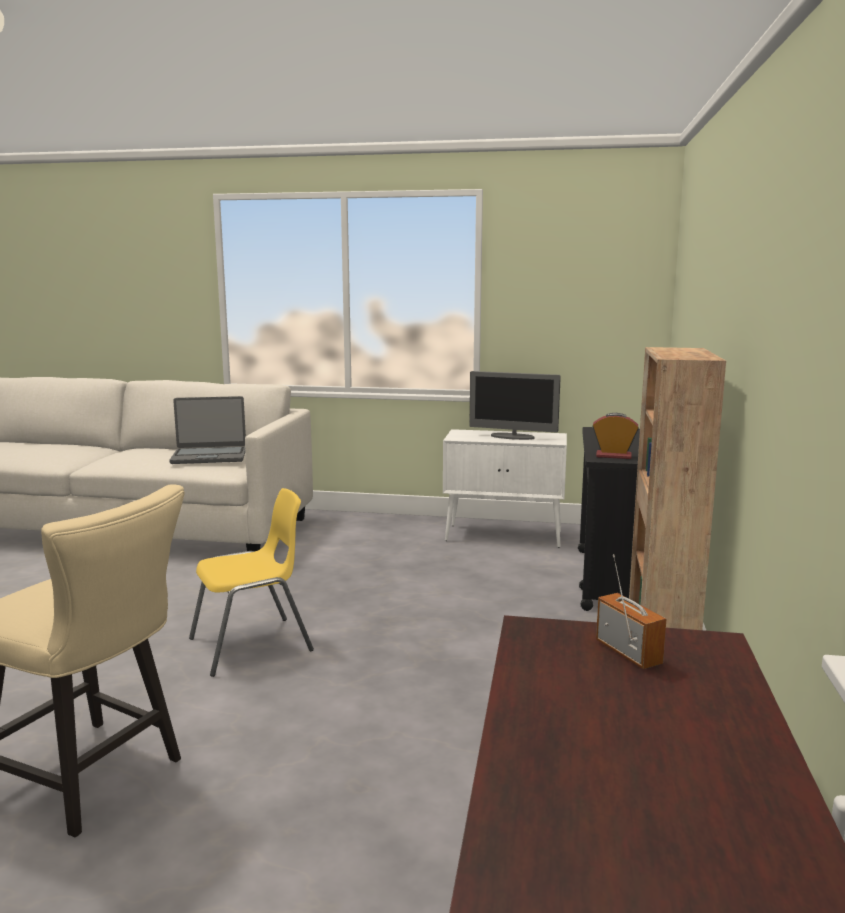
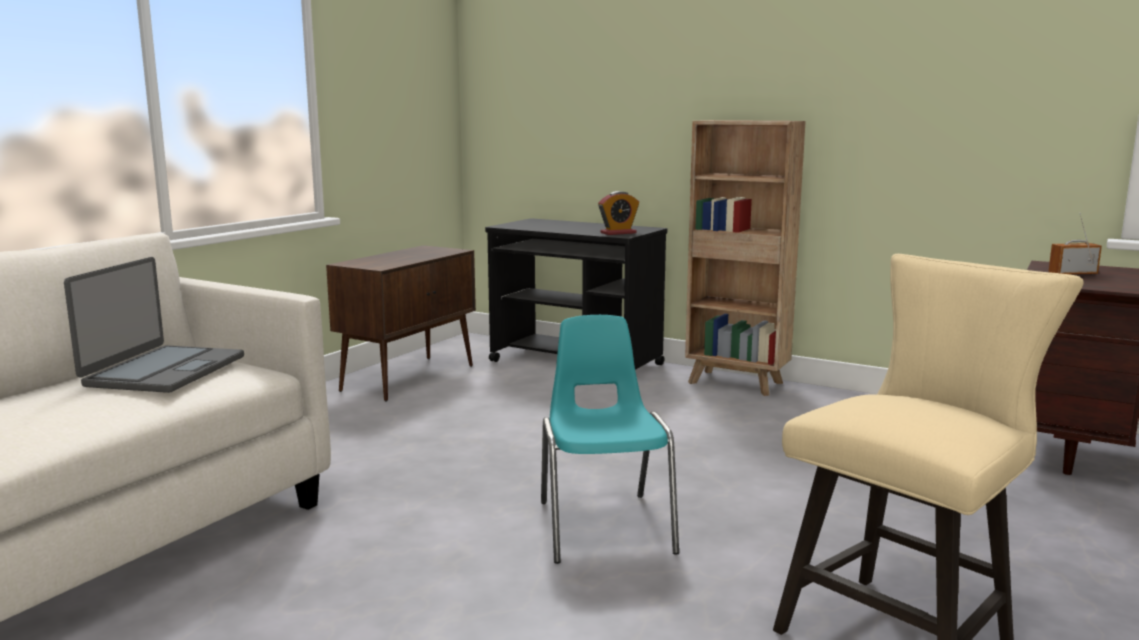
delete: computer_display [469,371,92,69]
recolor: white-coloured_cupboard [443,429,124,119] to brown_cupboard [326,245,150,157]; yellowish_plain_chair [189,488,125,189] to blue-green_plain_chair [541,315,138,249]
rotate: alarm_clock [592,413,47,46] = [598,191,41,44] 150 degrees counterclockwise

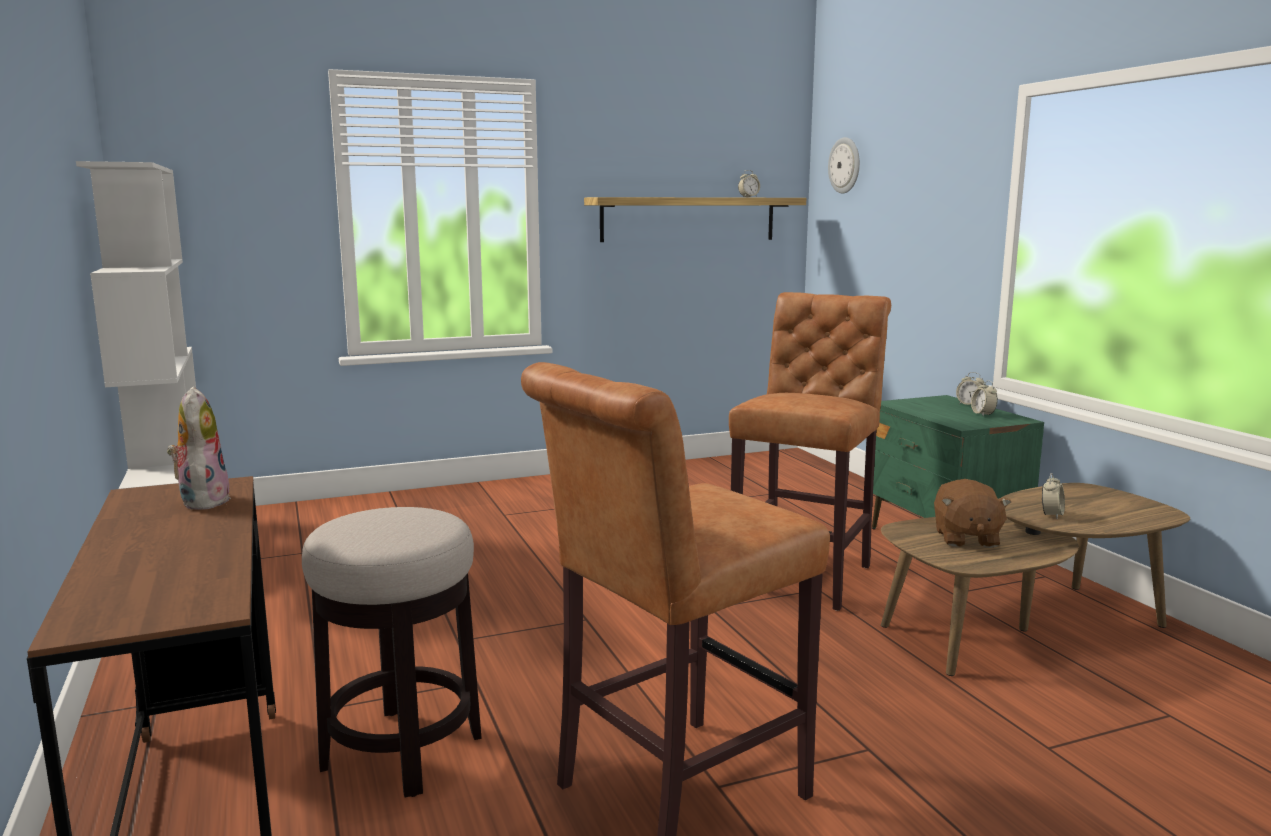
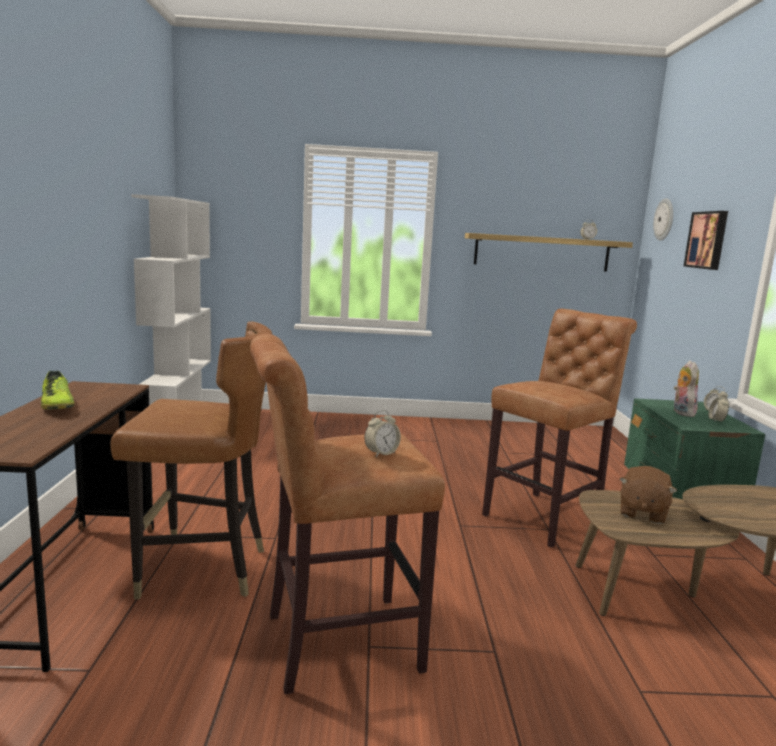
insert: wall_art [684,211,44,59]; low_shoe [41,371,33,38]
move: cuddly_toy [167,387,64,123] to [674,360,25,57]; alarm_clock [1042,473,23,46] to [365,410,36,47]
replace: sitting_stool [302,507,180,291] to brown_plain_chair [110,322,162,277]

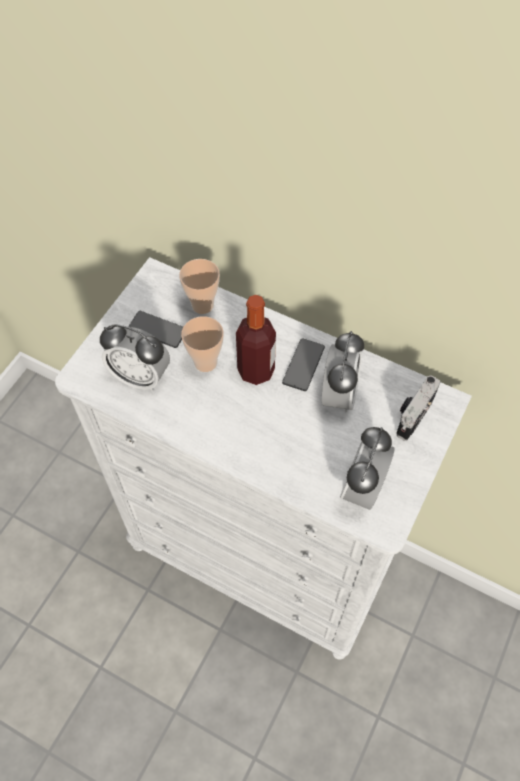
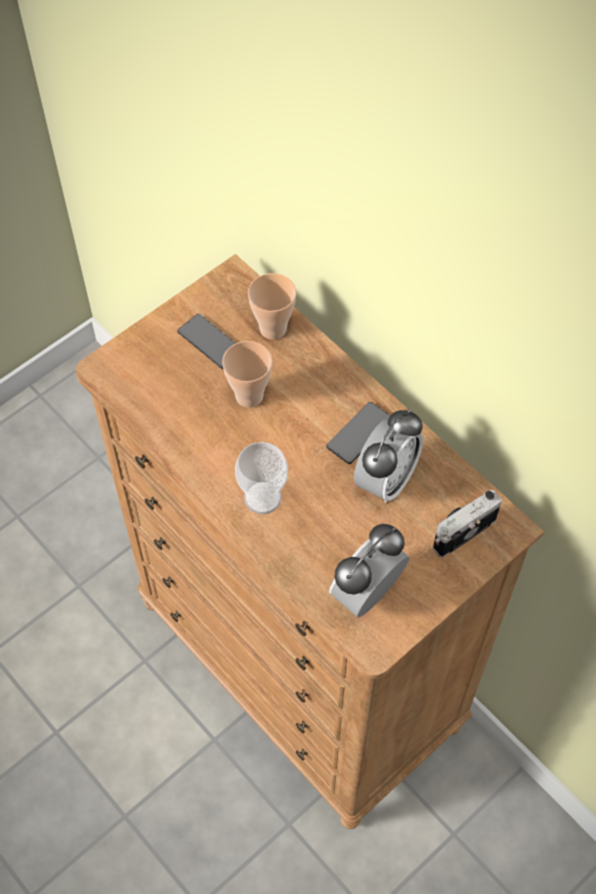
delete: bottle [236,295,40,90]; alarm_clock [100,324,70,67]
insert: small_cup [235,442,53,72]
recolor: white-coloured_chest_of_drawers [55,257,417,403] to brown_chest_of_drawers [76,254,468,575]

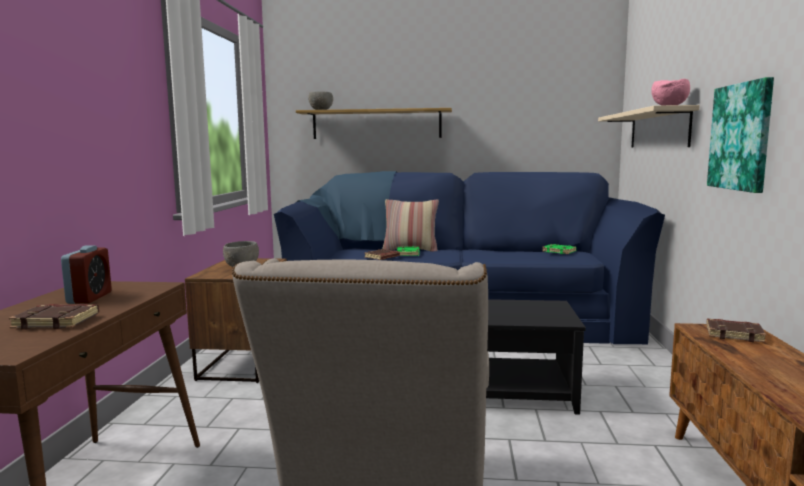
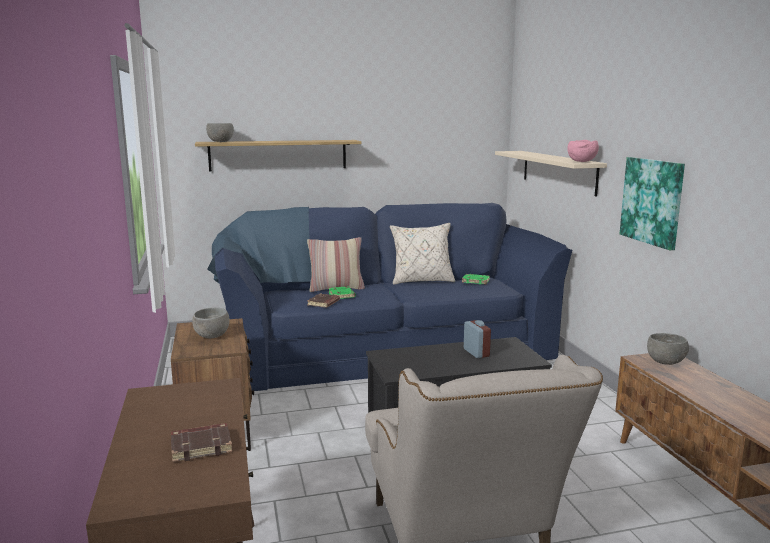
insert: beige-coloured_cushion [390,223,65,62]
move: alarm_clock [61,245,51,59] to [464,320,27,38]
replace: brown_bound_book [706,319,60,23] to gray_serving_bowl [647,333,42,32]

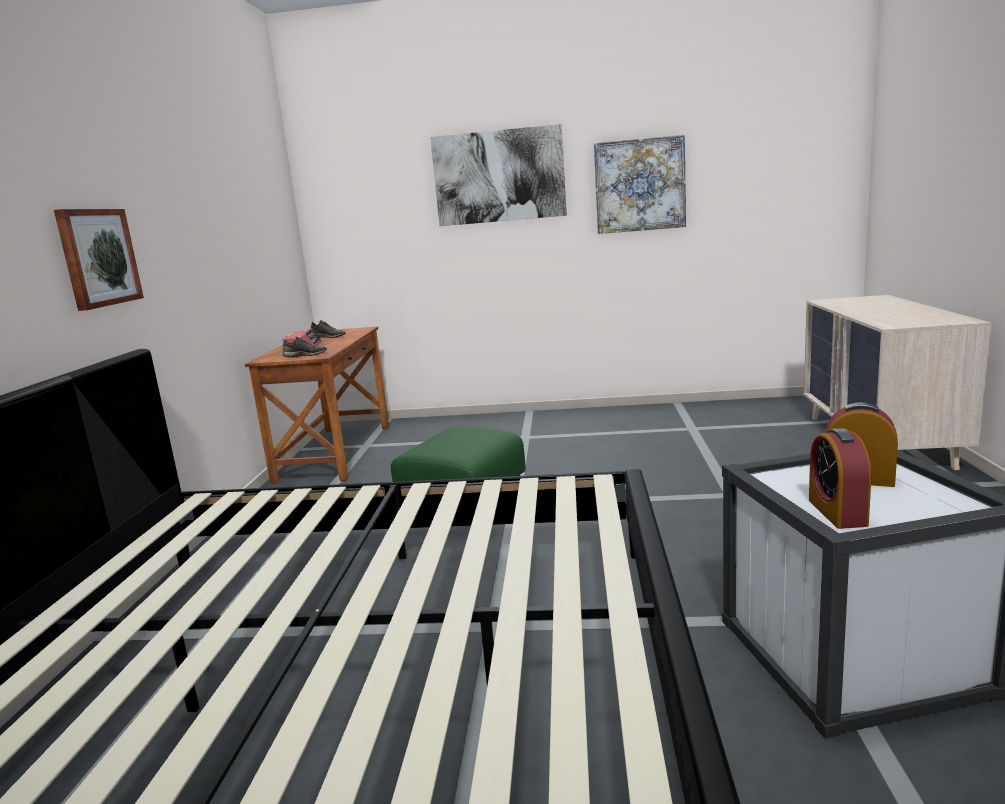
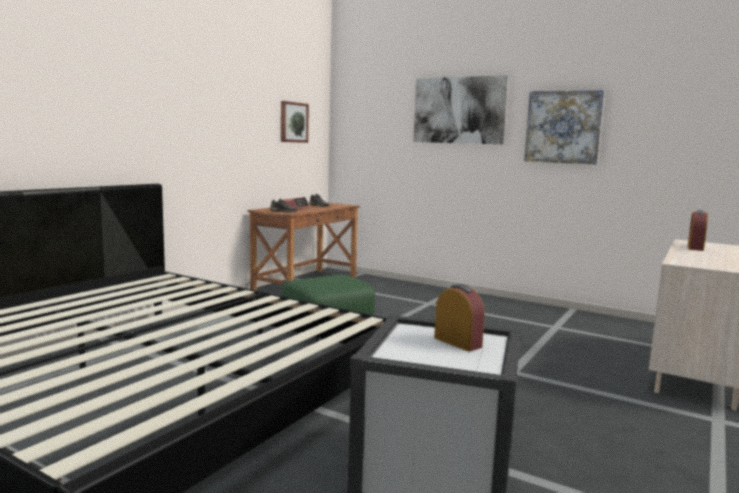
move: wall_art [54,209,90,102] to [281,101,28,42]; alarm_clock [809,428,62,101] to [688,210,20,41]

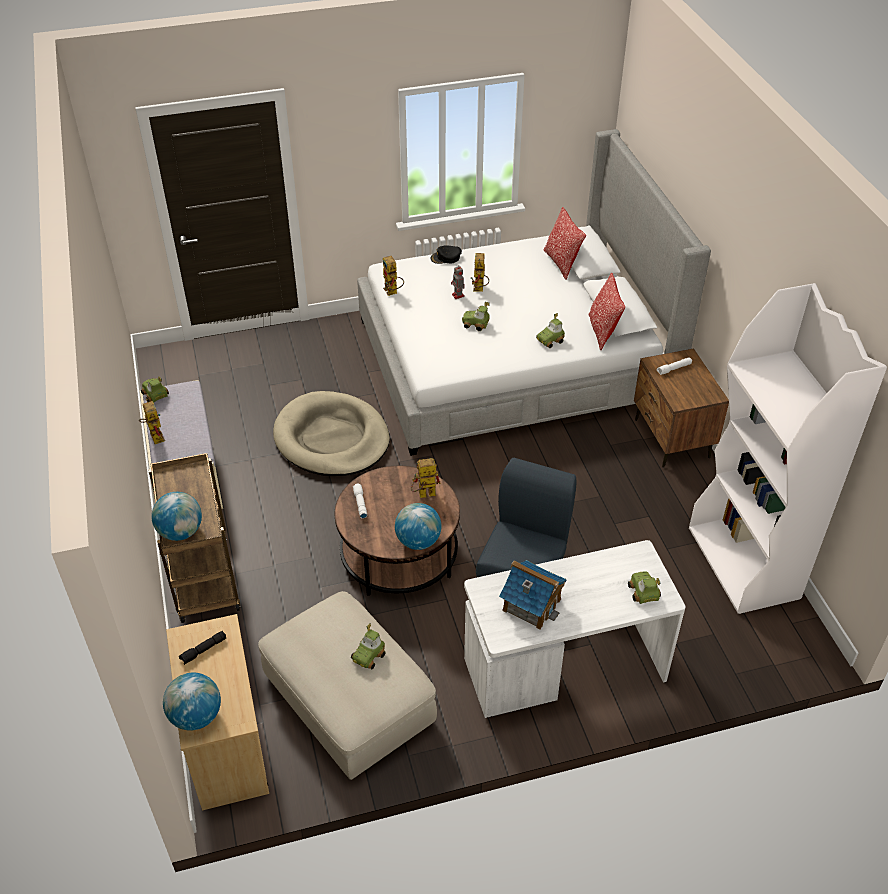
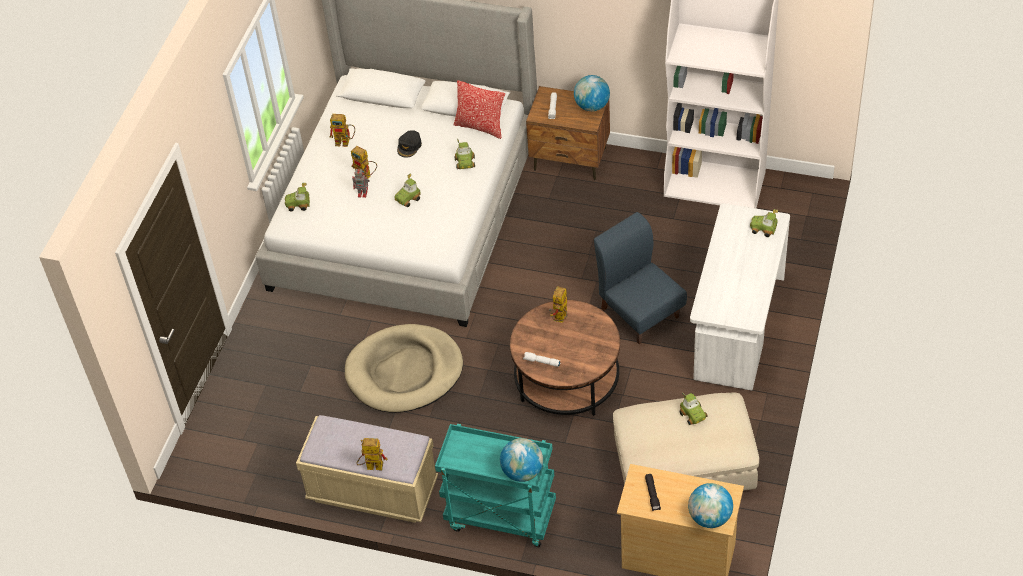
delete: cushion [544,207,42,72]; miniature_house [499,560,68,70]
move: blackish_baseball_cap [431,246,31,18] to [397,130,25,28]; model_robot [383,256,21,40] to [329,114,26,33]; model_car [141,376,28,27] to [285,183,25,29]; globe [395,503,47,47] to [574,75,36,36]
recolor: brown_cart [149,453,91,170] to blue-green_cart [435,424,121,124]

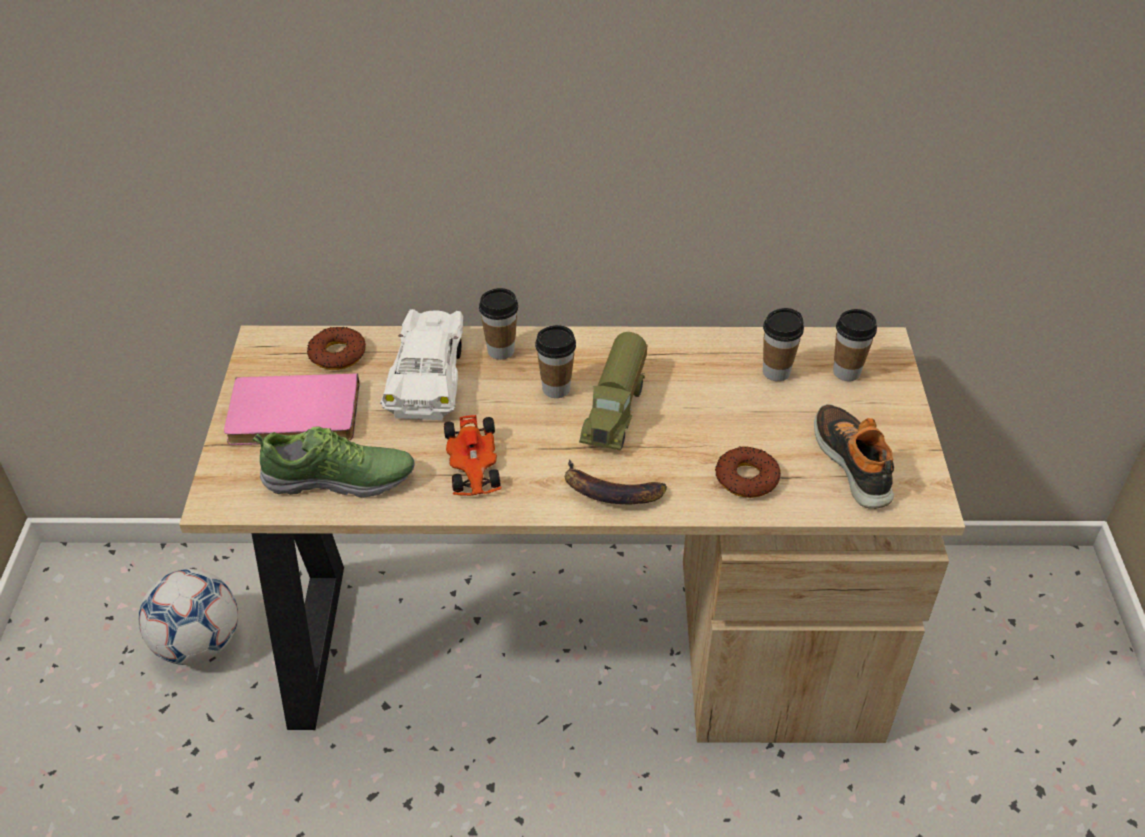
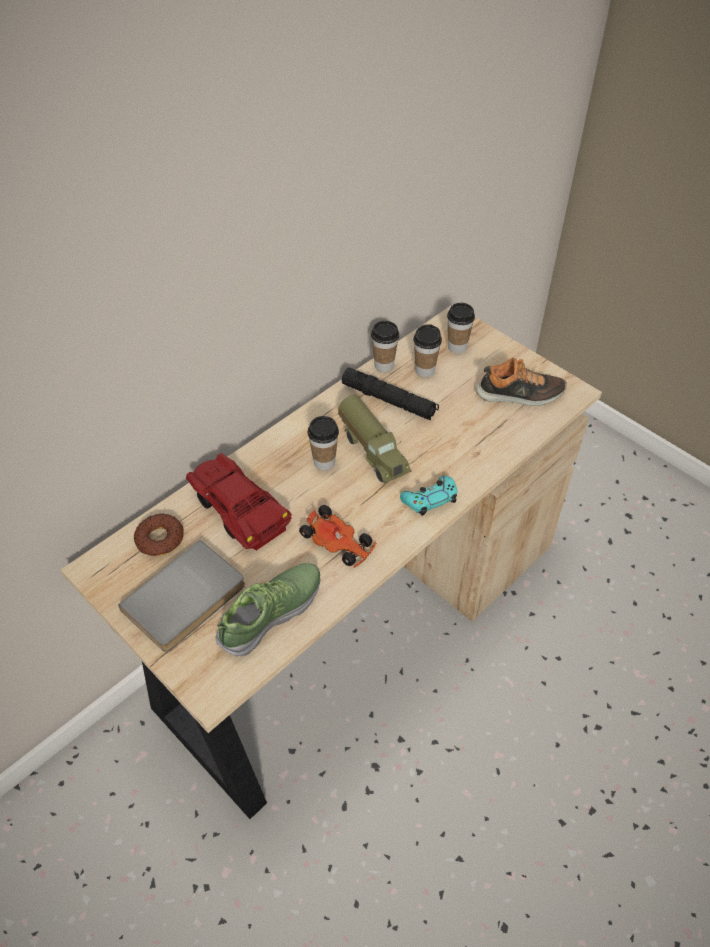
delete: ring_doughnut [715,446,66,52]; ball_for_football [139,569,99,96]
insert: blackish_torch [342,368,97,52]
move: small_cup [479,288,39,72] to [371,321,28,51]
replace: banana_fruit [565,460,102,44] to blue-green_joypad [400,476,57,40]
recolor: white-coloured_model_car [380,309,83,111] to reddish_model_car [186,453,106,97]; pink-coloured_bound_book [224,373,136,72] to gray_bound_book [118,540,127,112]
rotate: low_shoe [814,404,80,105] = [476,358,91,48] 150 degrees clockwise

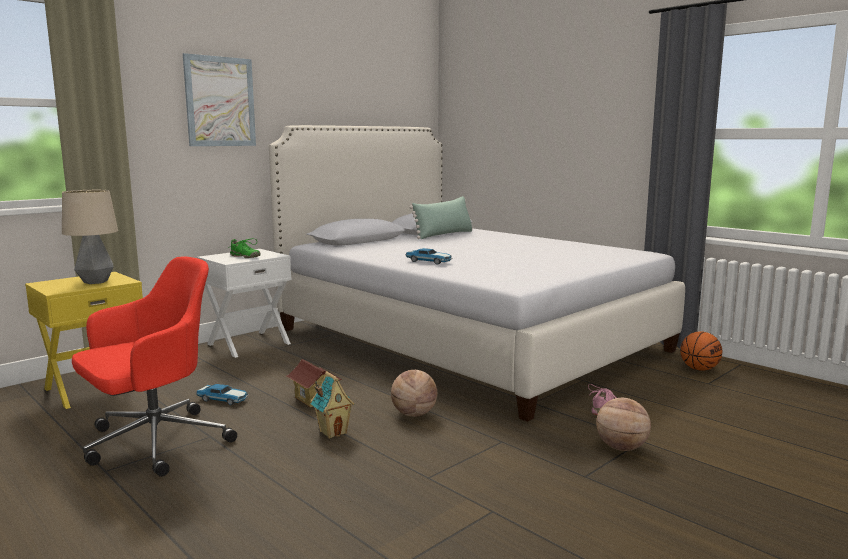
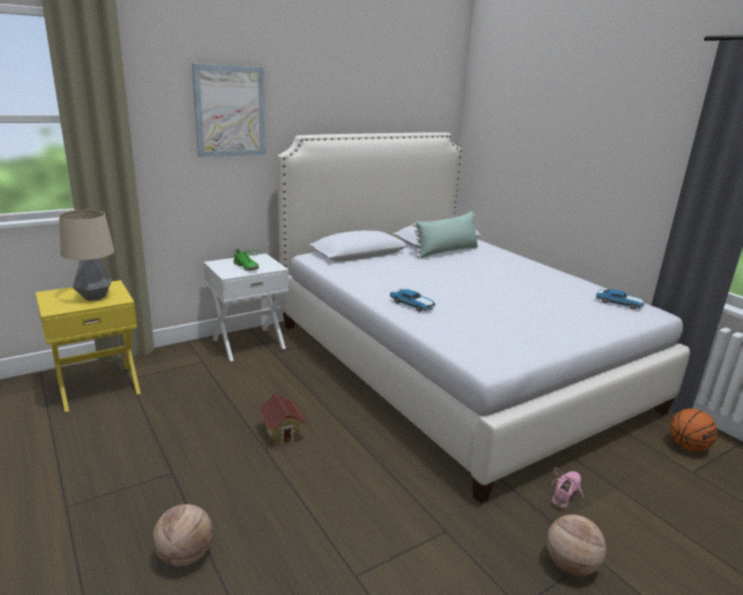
delete: reddish_computer_chair [72,257,165,220]; miniature_house [311,371,44,68]
move: ball_for_basketball [391,370,46,47] to [153,504,60,62]; model_car [196,384,53,22] to [596,289,49,21]

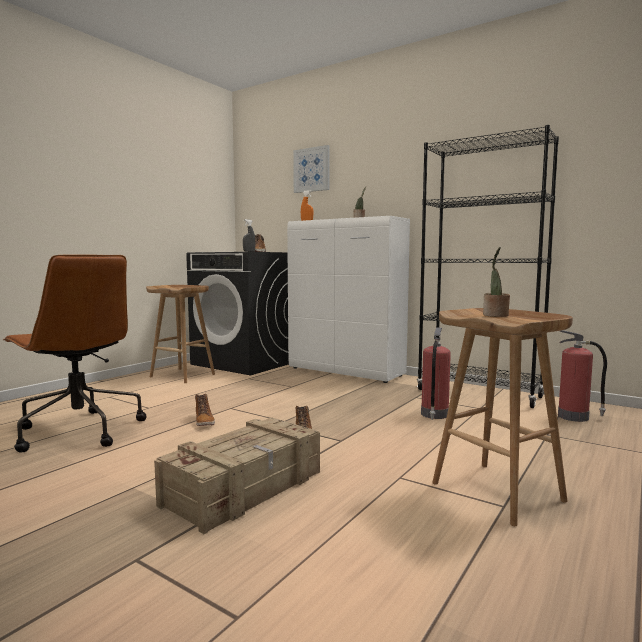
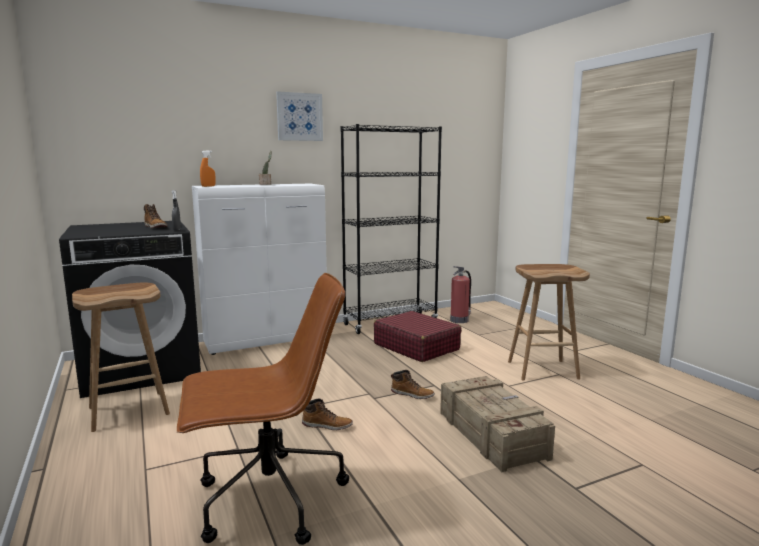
delete: houseplant [483,247,27,70]
move: wall_art [293,145,37,48] to [276,91,47,50]
replace: fire_extinguisher [421,328,30,92] to reddish_travel_case [374,311,88,51]

